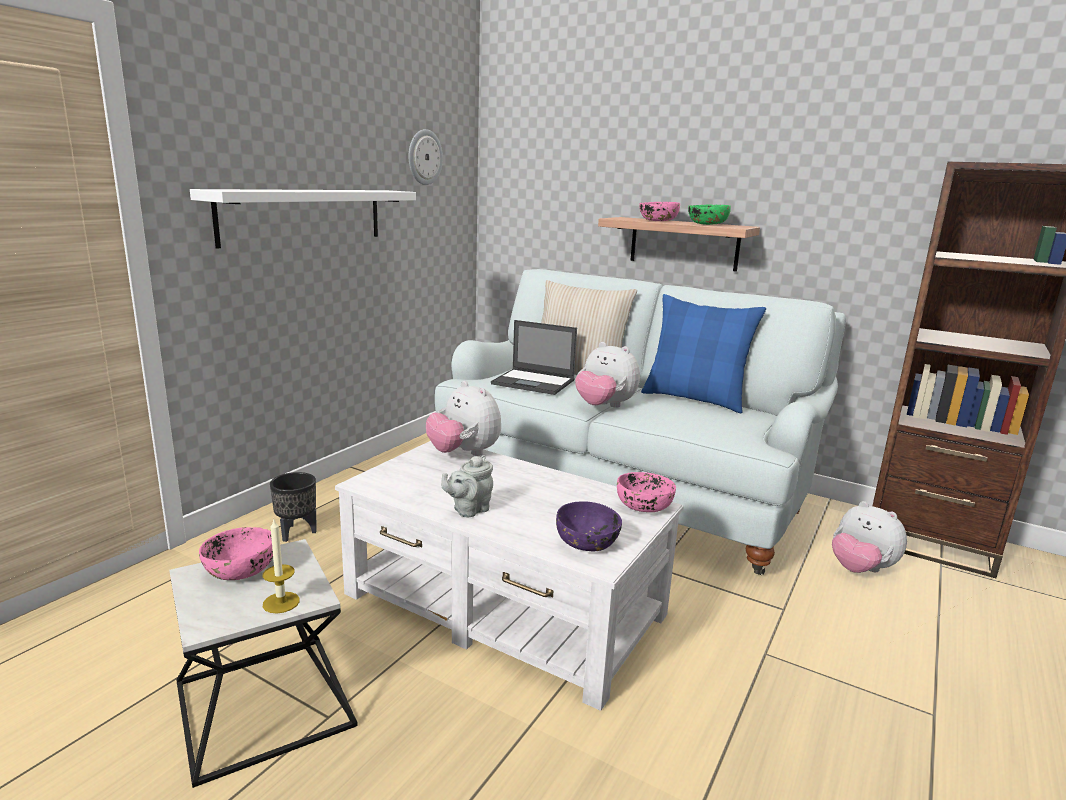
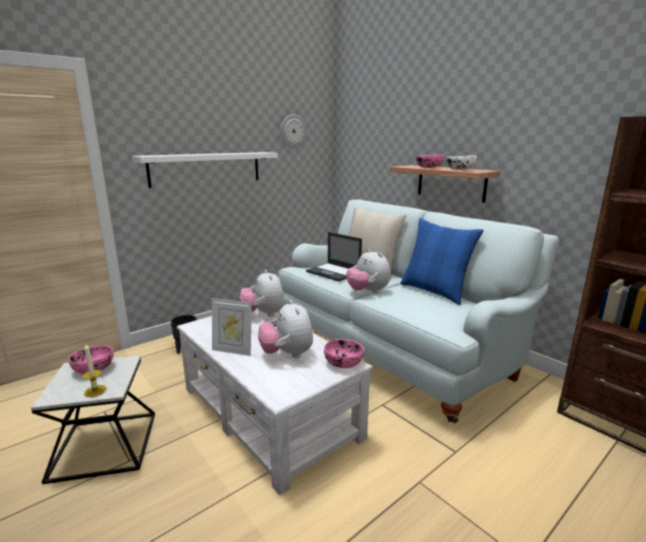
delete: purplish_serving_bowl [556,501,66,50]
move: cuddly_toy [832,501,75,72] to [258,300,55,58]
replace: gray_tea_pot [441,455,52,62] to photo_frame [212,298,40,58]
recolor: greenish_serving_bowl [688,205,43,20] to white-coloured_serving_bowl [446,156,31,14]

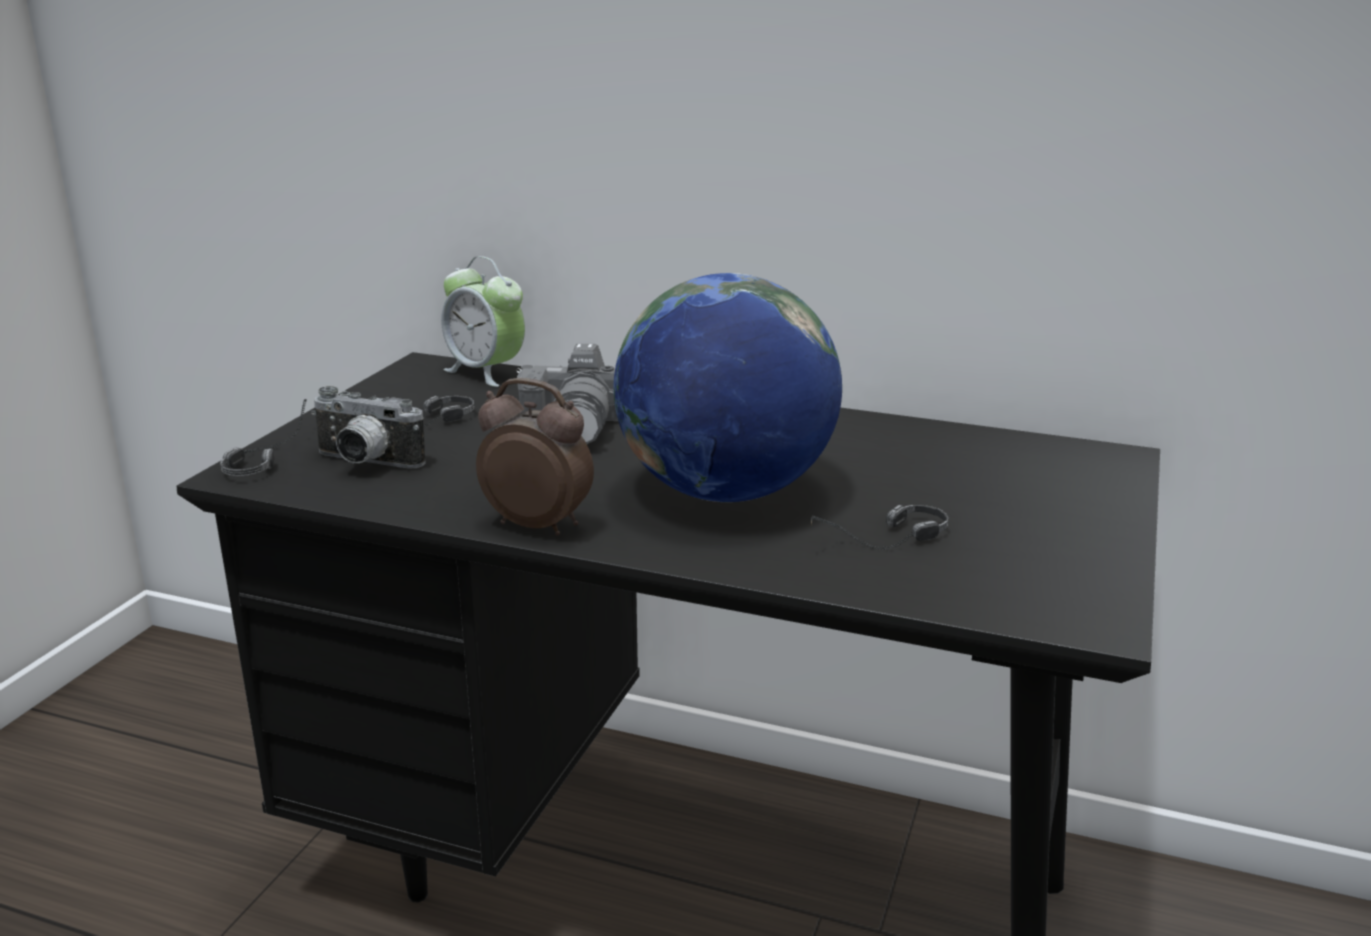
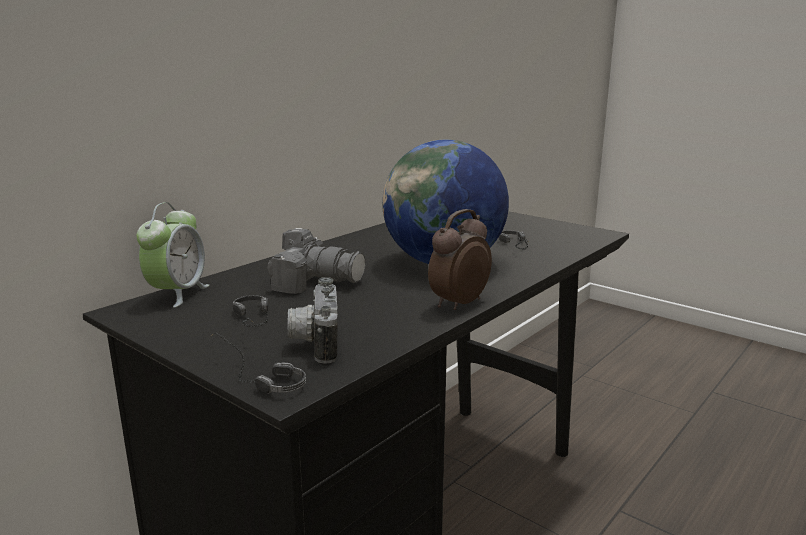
rotate: alarm_clock [441,256,84,131] = [137,202,72,105] 45 degrees counterclockwise; photo_camera [311,386,115,82] = [288,277,50,87] 135 degrees clockwise

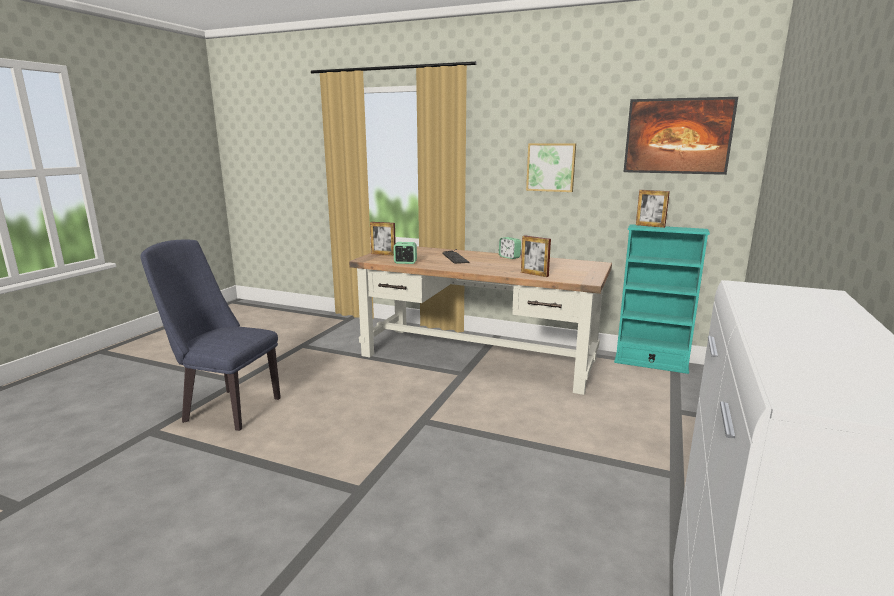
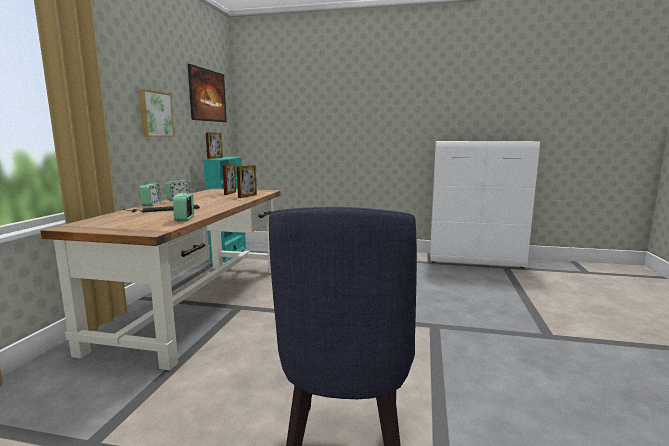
insert: alarm_clock [139,184,22,22]
move: photo_frame [370,222,26,34] to [222,164,14,31]

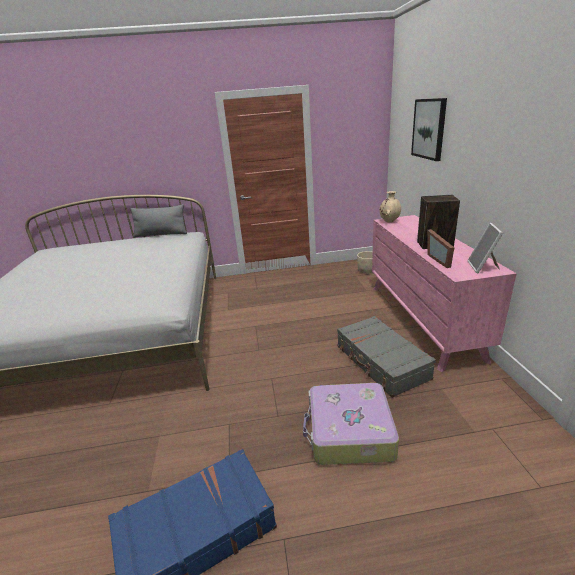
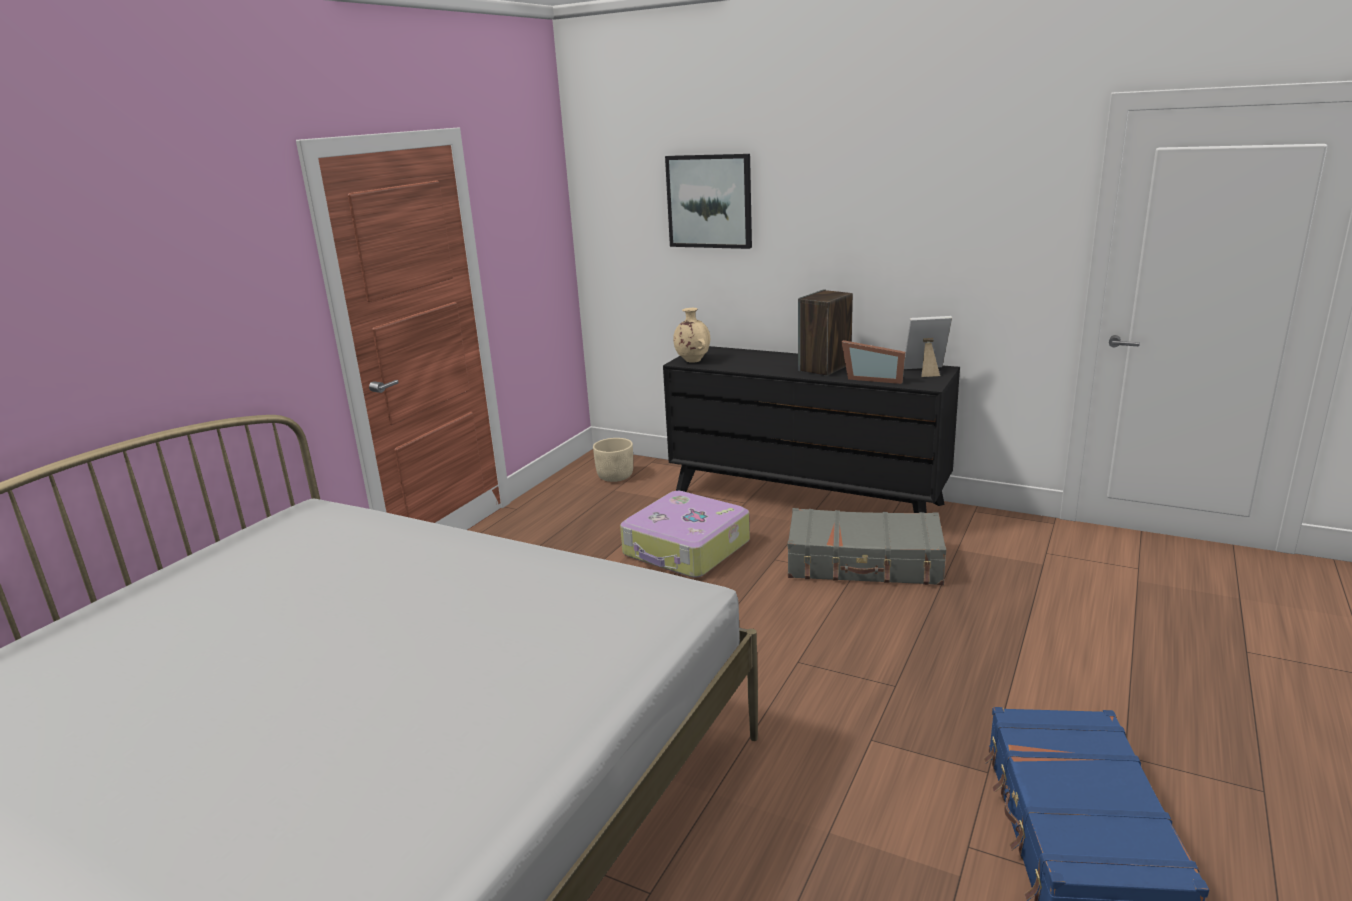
delete: gray_cushion [130,204,57,33]
move: travel_case [303,383,96,82] to [620,491,130,87]
recolor: pink-coloured_chest_of_drawers [372,215,145,157] to blackish_chest_of_drawers [663,346,297,167]
rotate: photo_frame [467,223,36,50] = [904,316,48,61] 135 degrees clockwise

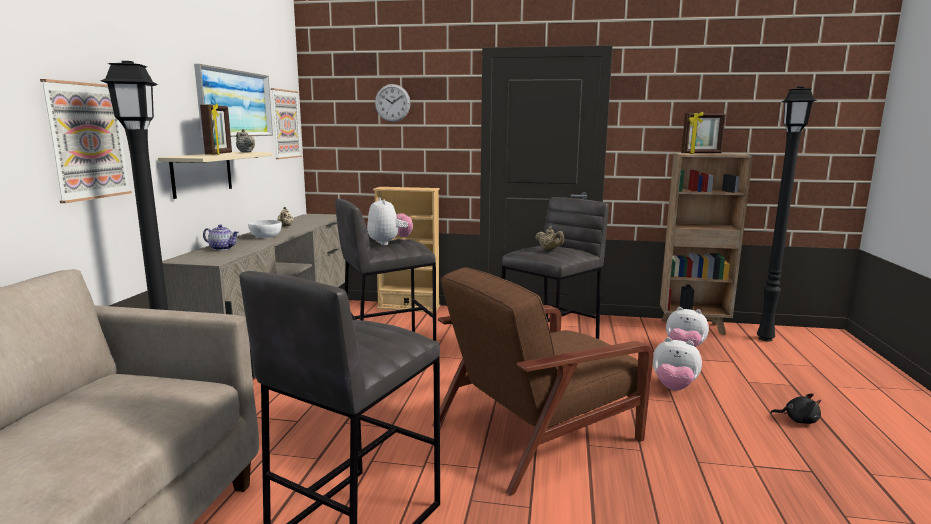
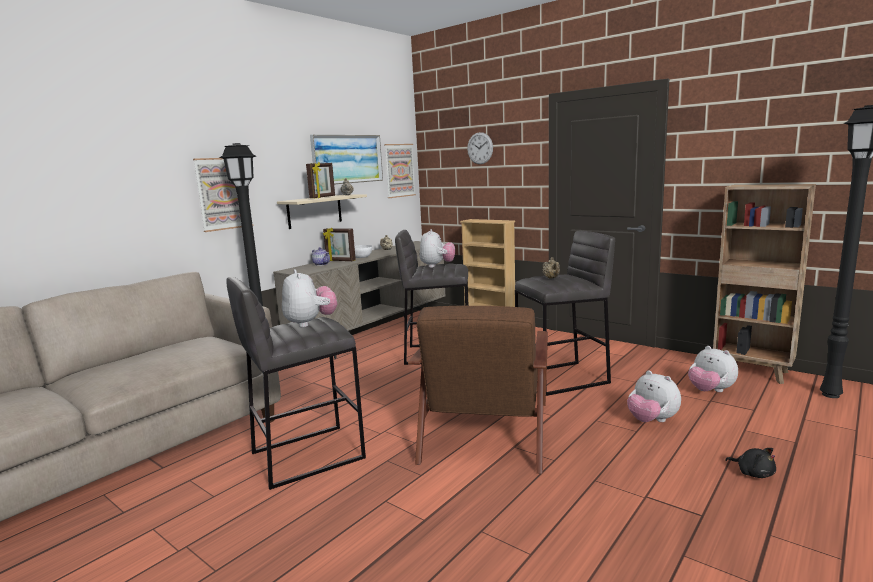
insert: cuddly_toy [282,269,55,58]
move: photo_frame [681,112,45,42] to [323,228,33,33]
rotate: brown_easy_chair [432,267,222,229] = [408,306,140,168] 75 degrees counterclockwise

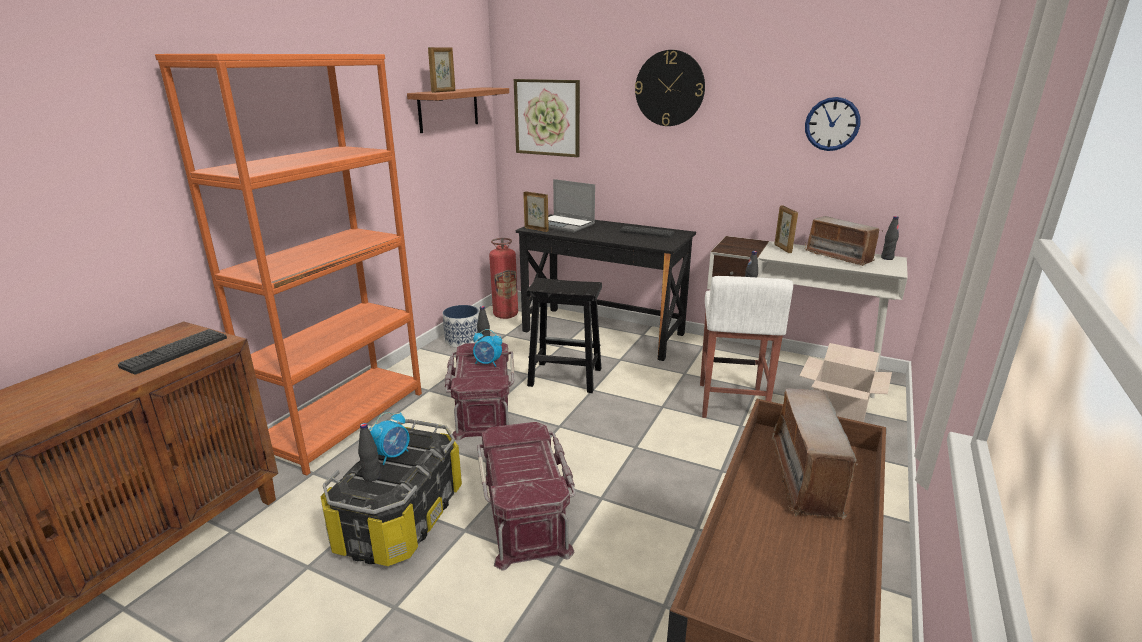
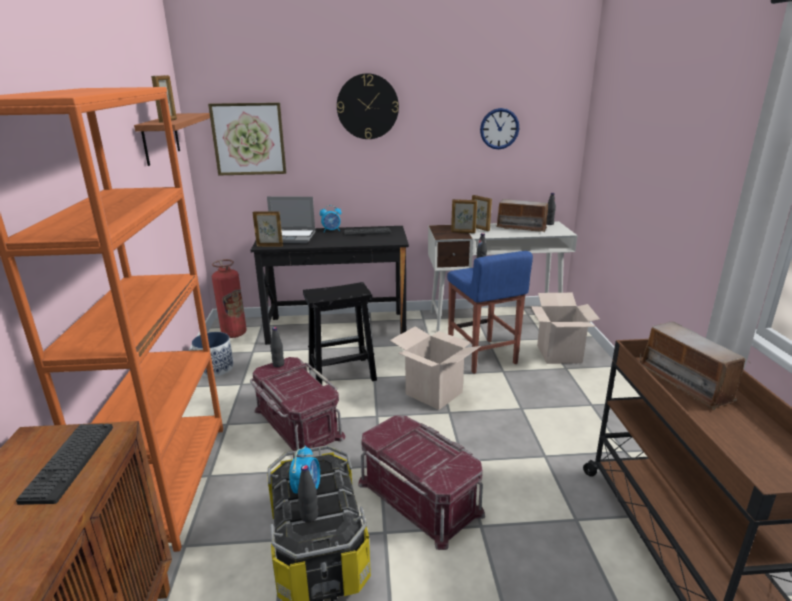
insert: photo_frame [451,199,26,34]; packing_box [390,326,91,84]
move: alarm_clock [473,329,29,38] to [320,205,21,27]
recolor: white-coloured_sitting_stool [700,276,93,142] to bluish_sitting_stool [447,251,86,123]

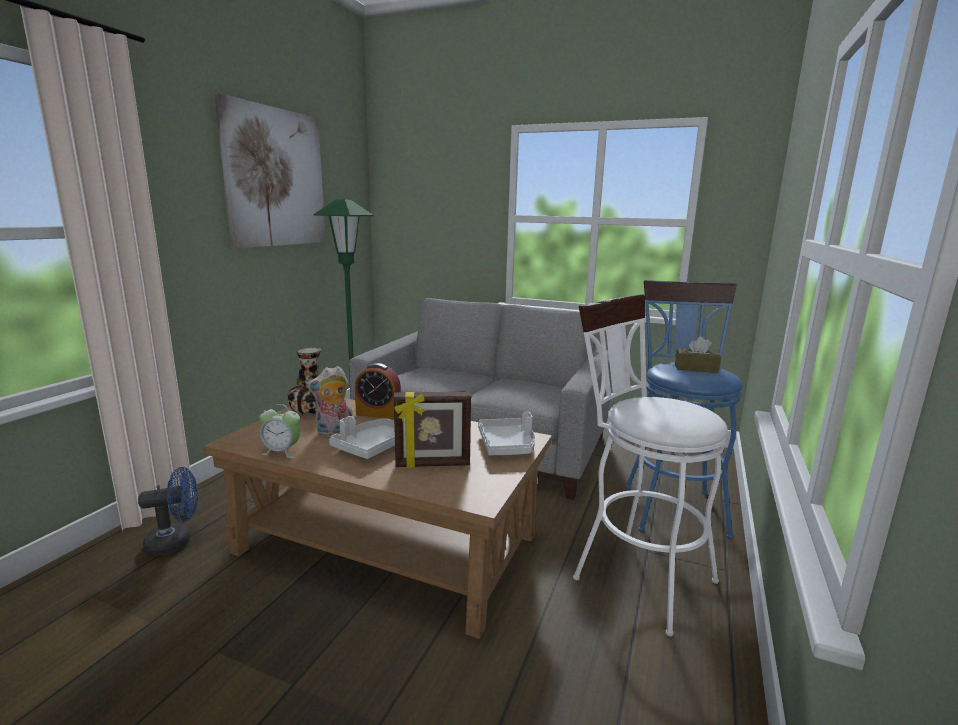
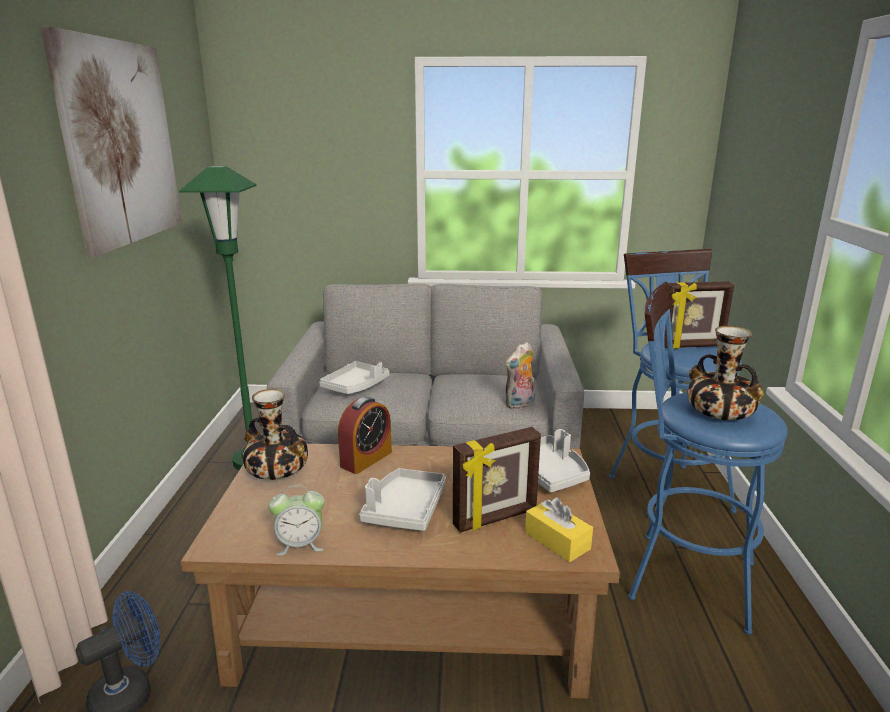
insert: decorative_vase [687,326,77,94]; gray_serving_tray [319,361,71,33]; yellowish_tissue_box [525,497,68,65]
move: cuddly_toy [307,366,45,71] to [505,342,30,67]
replace: brown_tissue_box [675,336,46,37] to photo_frame [665,281,69,68]
recolor: white-coloured_sitting_stool [573,294,155,343] to bluish_sitting_stool [628,282,160,353]
rotate: alarm_clock [355,363,46,56] = [338,397,54,77] 45 degrees counterclockwise

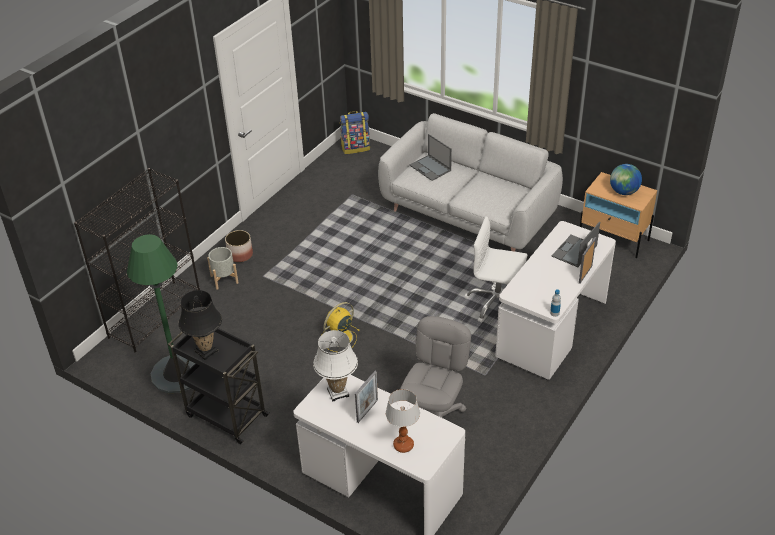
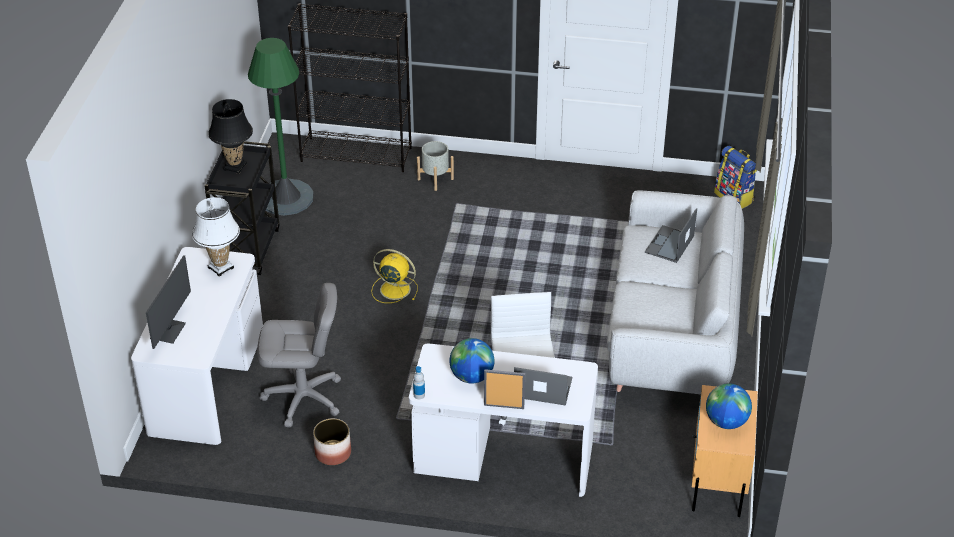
delete: photo_frame [355,371,23,52]
insert: globe [449,338,45,46]
move: planter [225,230,28,32] to [313,418,38,47]
replace: table_lamp [386,389,34,64] to computer_display [146,255,45,94]

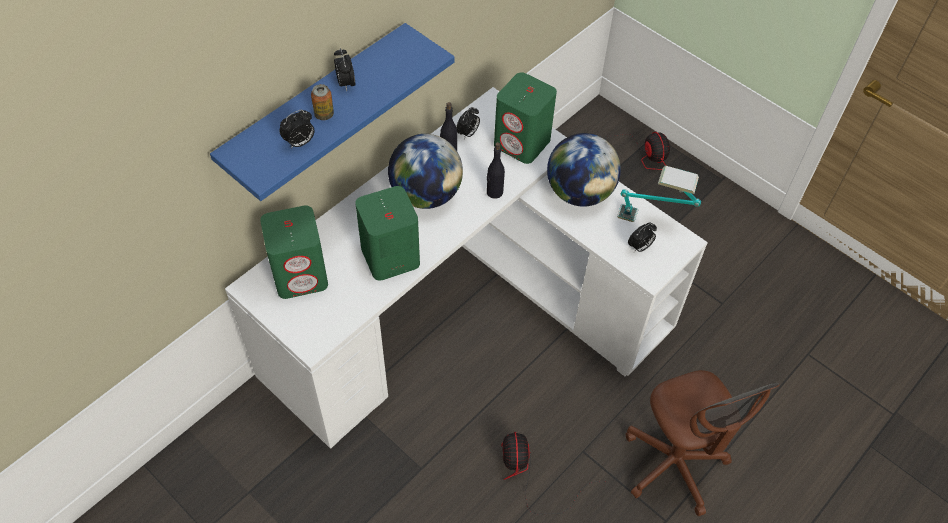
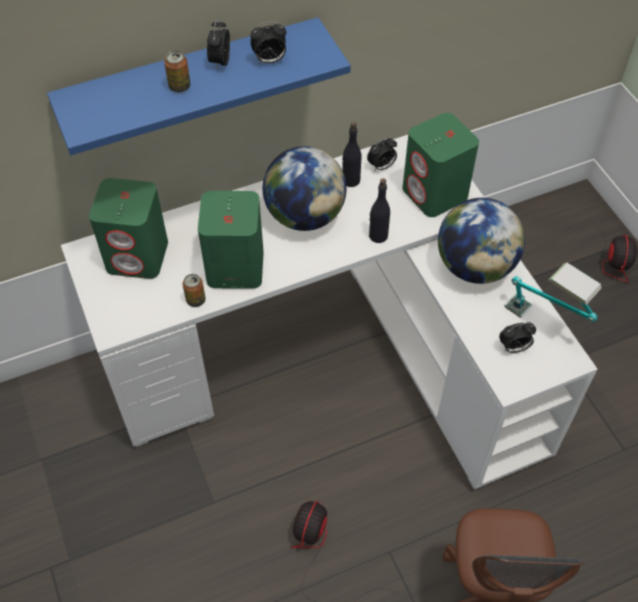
insert: metal_can [183,274,23,33]
move: alarm_clock [279,110,36,39] to [250,22,36,41]

